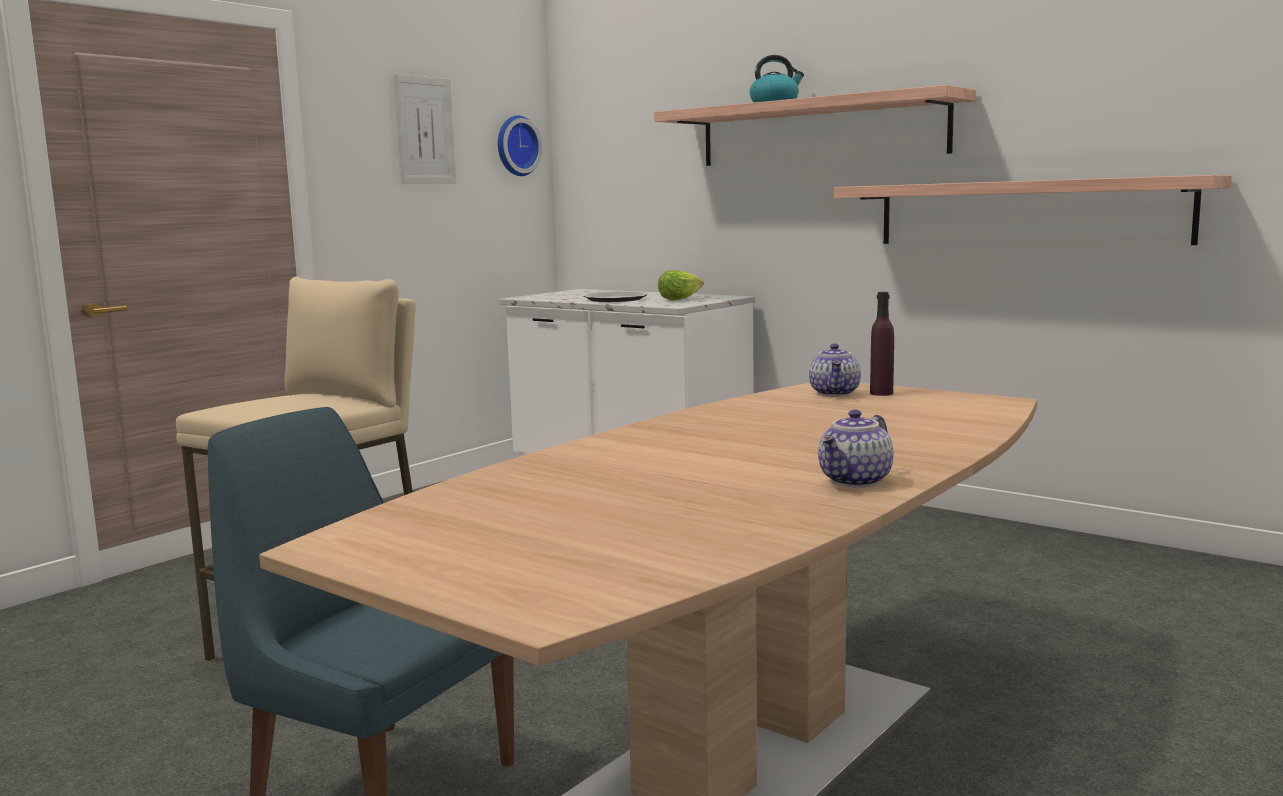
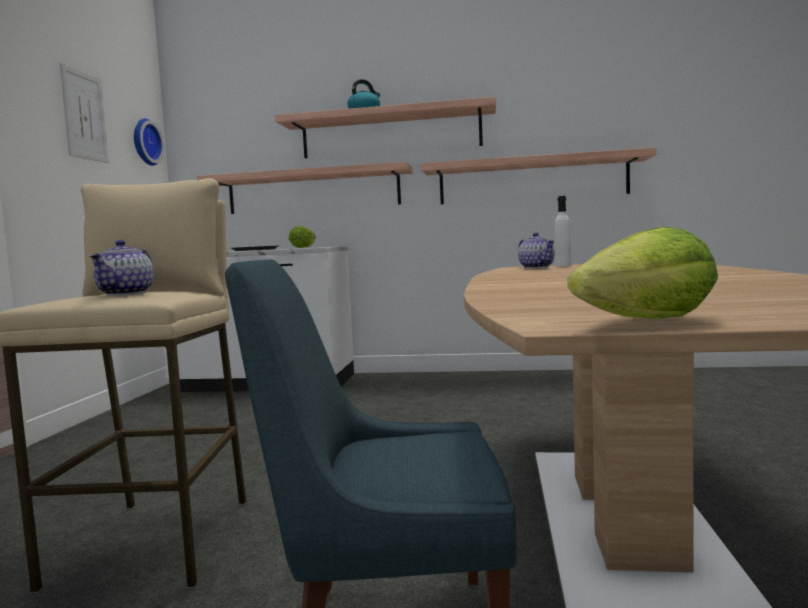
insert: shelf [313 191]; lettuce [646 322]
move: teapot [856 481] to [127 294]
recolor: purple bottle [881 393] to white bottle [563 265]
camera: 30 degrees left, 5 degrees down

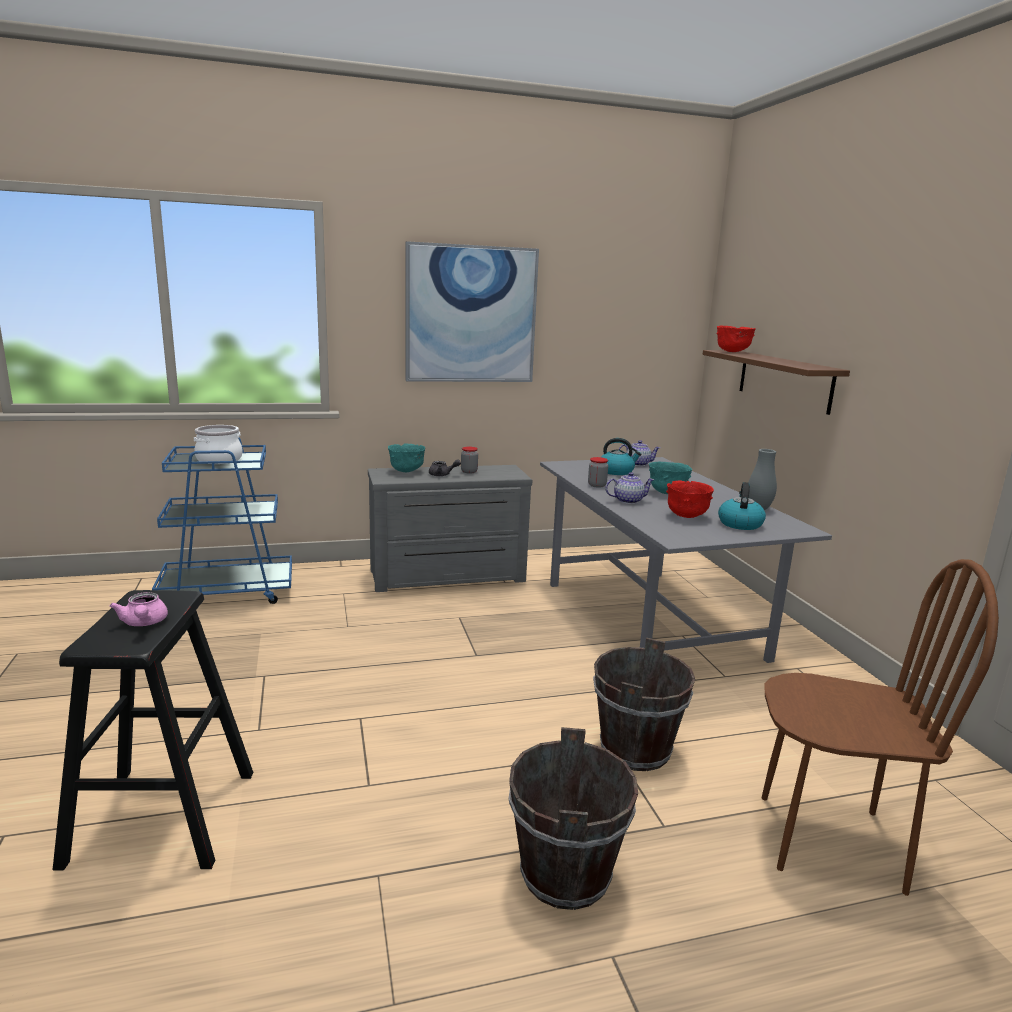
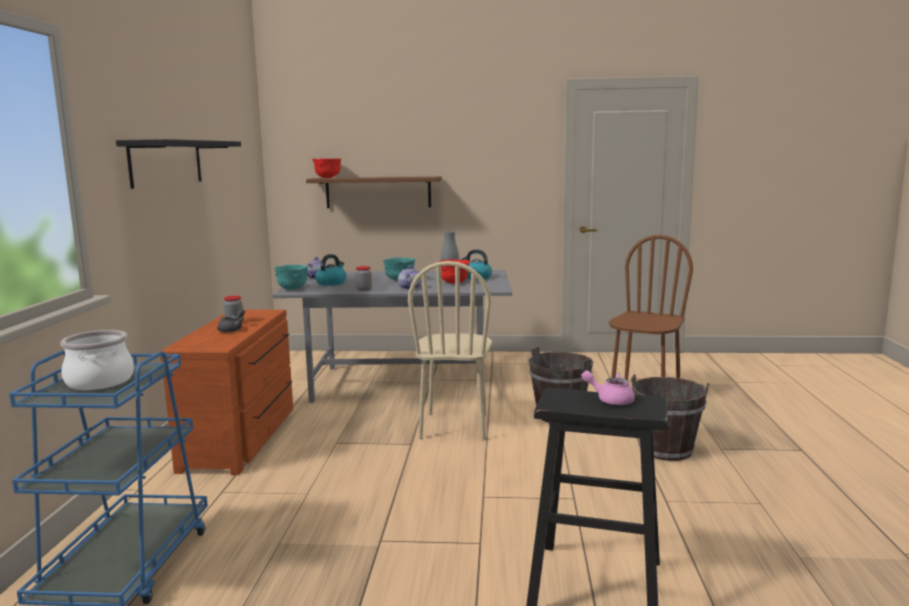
insert: beige chair [454 426]
move: turquoise bowl [406 471] to [292 289]
replace: picture [471 315] to black shelf [166 163]
recolor: grey dresser [448 577] to brown dresser [243 438]
rotate: pink teapot [144 623] = [610 400] 150 degrees counterclockwise
camera: 70 degrees left, 5 degrees down

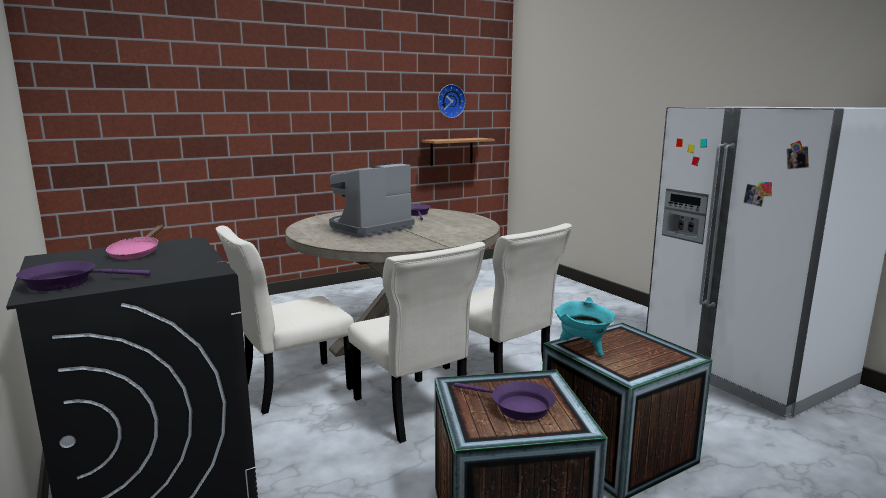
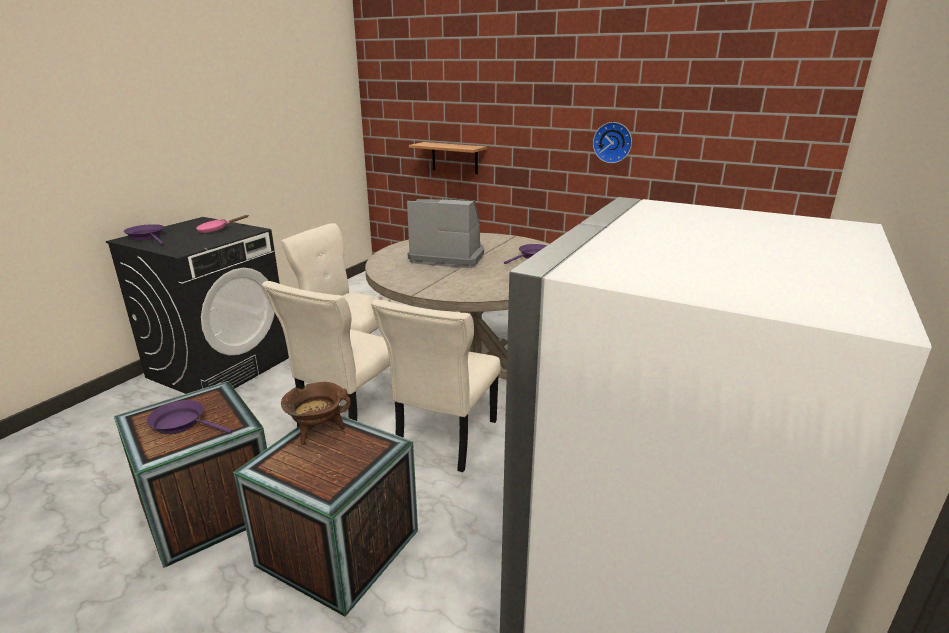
move: shelf [451 151] to [454 158]; wall clock [450 101] to [613 142]
recolor: turquoise cooking pot [583 348] to brown cooking pot [318 431]
rotate: purple frying pan [517 407] = [182 423] 105 degrees clockwise
camera: 60 degrees right, 10 degrees up

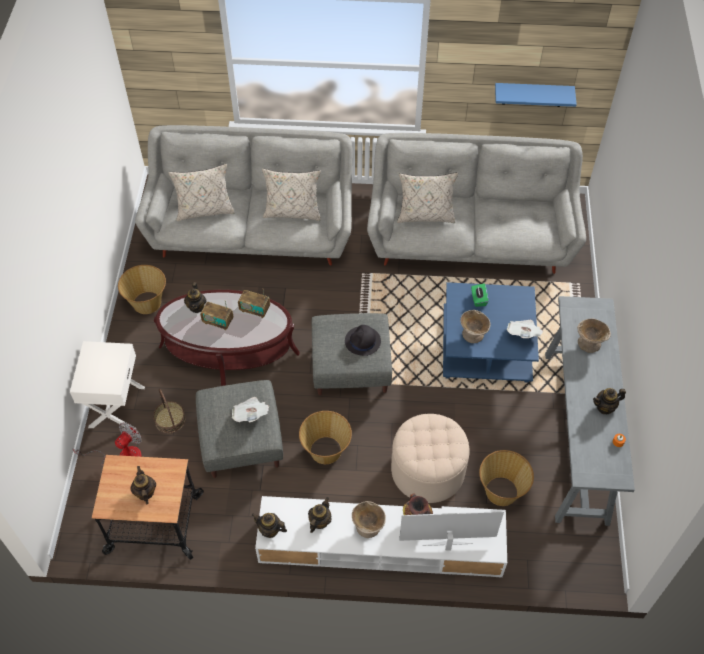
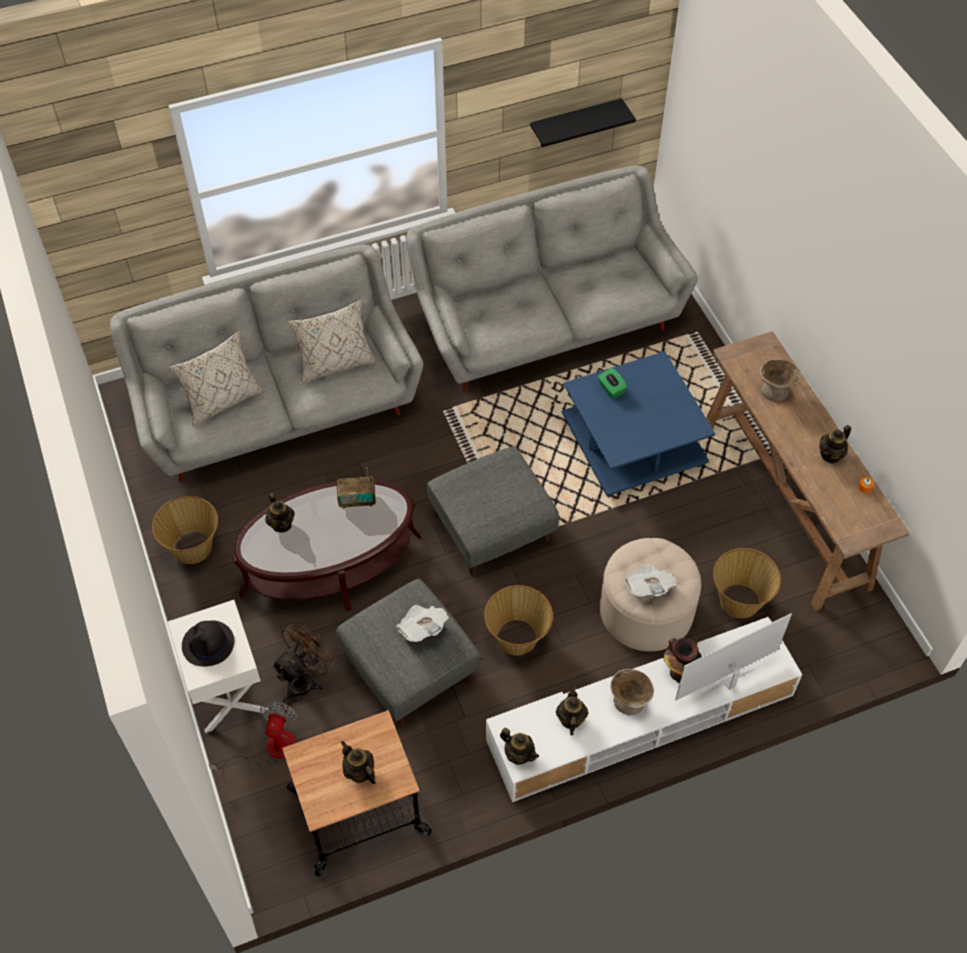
delete: radio [218 322]; beige pillow [425 215]; beige bowl [472 334]
move: black hat [362 341] to [208 644]; newspaper [523 334] to [648 587]
replace: basket [170 419] to brown fan [306 679]
recolor: blue shelf [532 94] to black shelf [575 123]; grey console table [575 435] to brown console table [785 505]
rotate: teapot [270 530] = [519 754] 135 degrees counterclockwise
camera: 25 degrees left, 0 degrees up

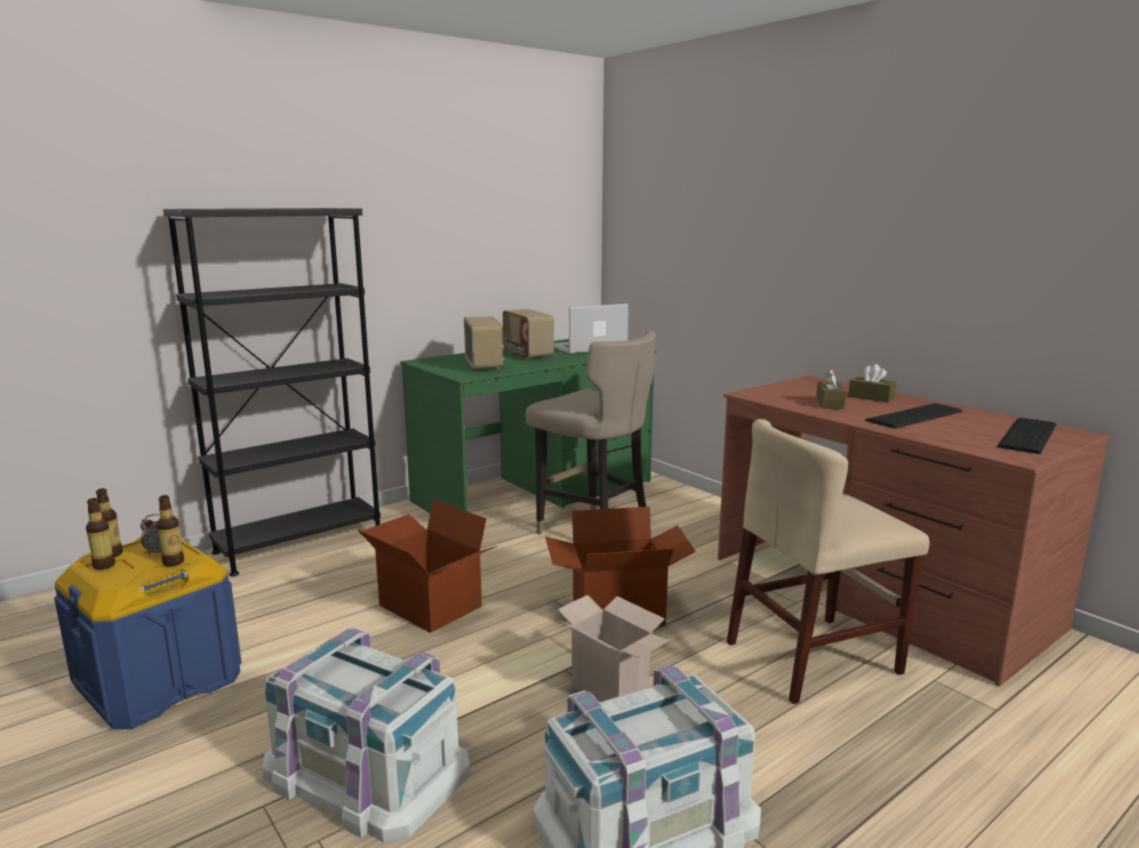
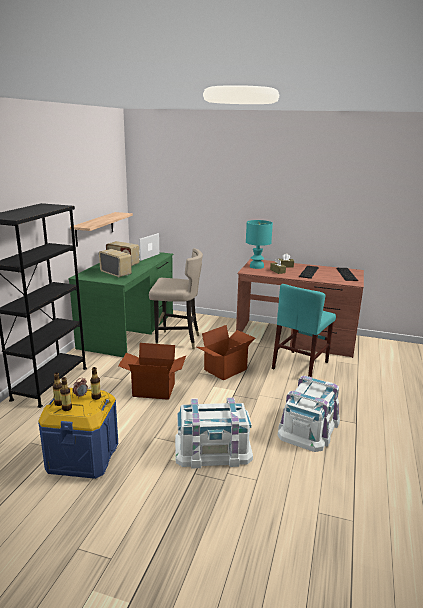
delete: cardboard box [613 690]
insert: shelf [94 228]; turquoise table lamp [257 266]
recolor: beige chair [813 657] to turquoise chair [300 365]
camera: 35 degrees left, 5 degrees up

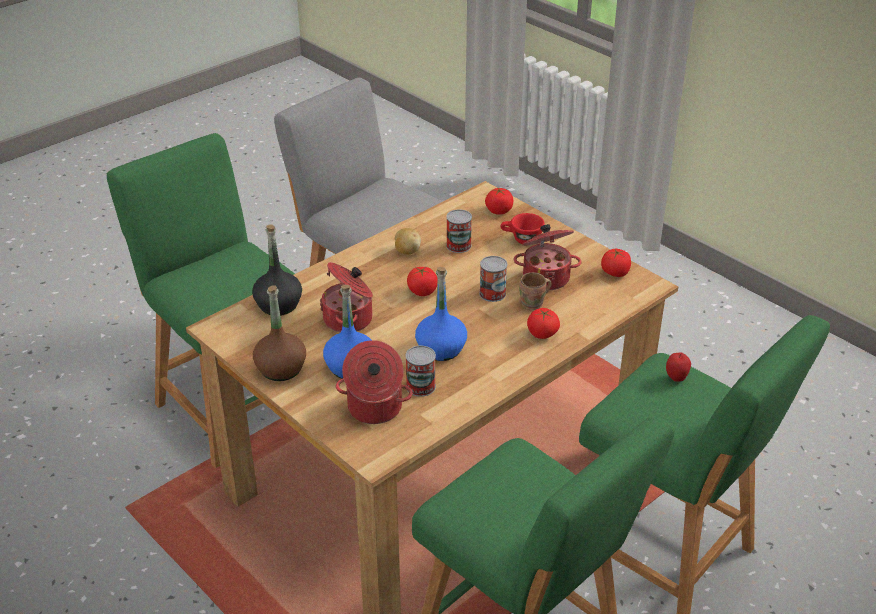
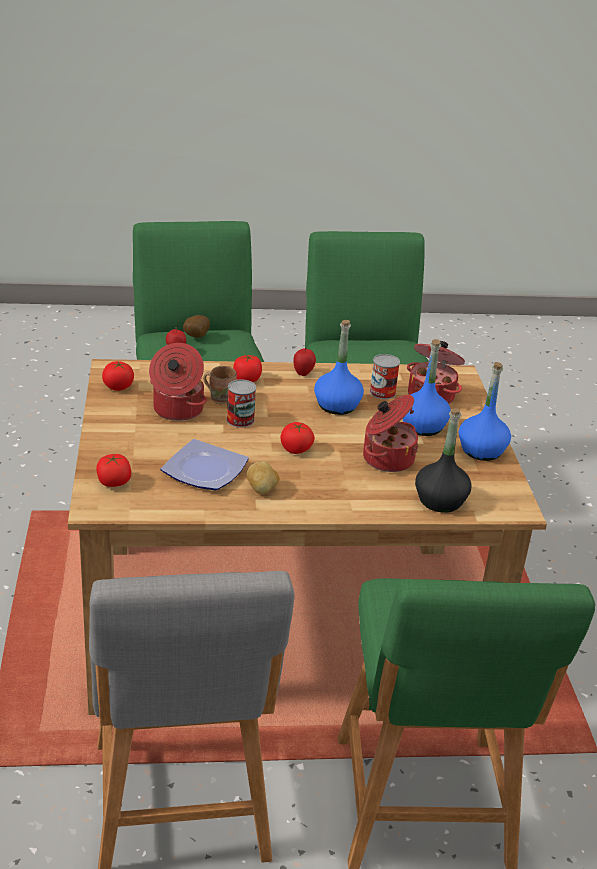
delete: red cup [521 239]
insert: potato [195 337]; apple [303 373]
replace: can [458 245] to plate [206 470]
recolor: brown bottle [281 369] to blue bottle [482 450]
camera: 145 degrees left, 5 degrees down

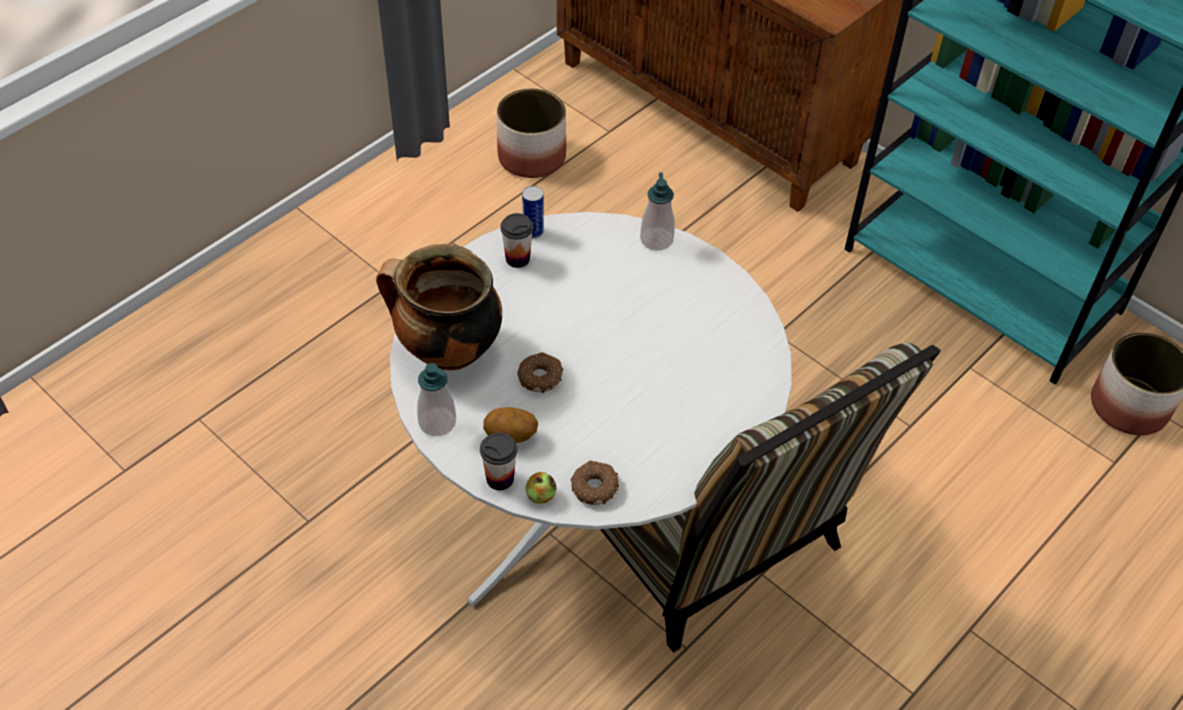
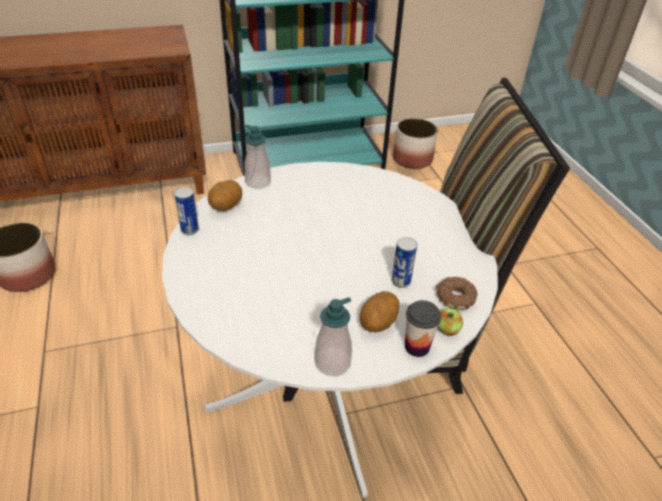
delete: cooking pot [447 351]; cup [517 258]; donut [540 376]
insert: potato [226 206]; can [401 281]
camera: 60 degrees left, 10 degrees down

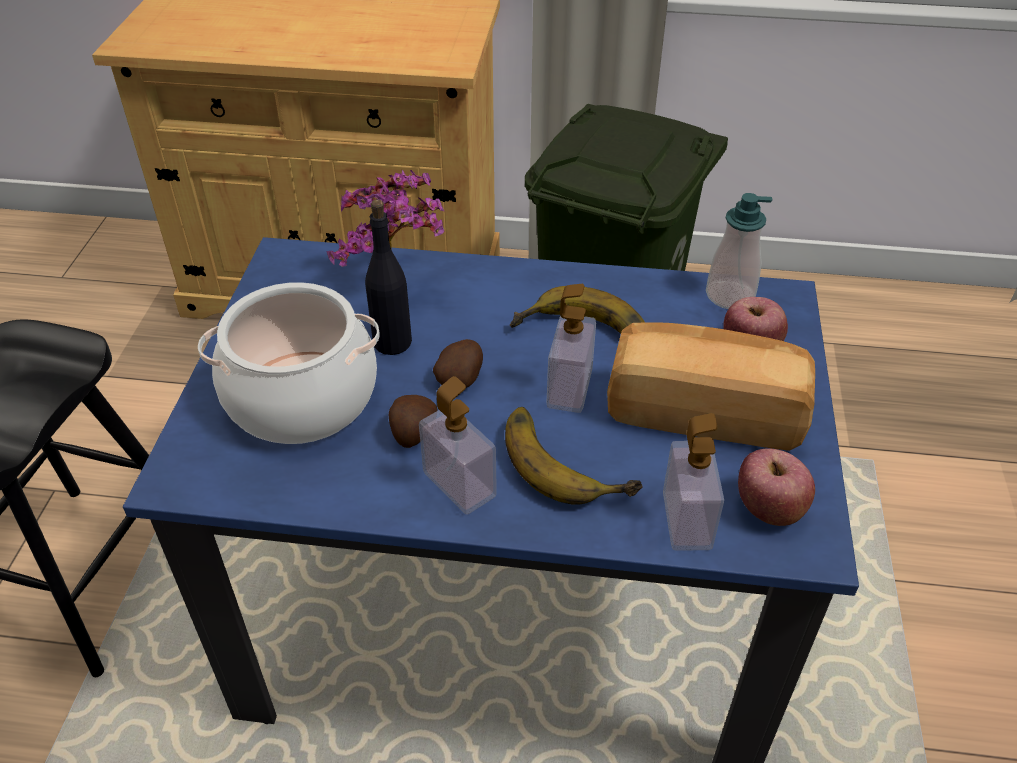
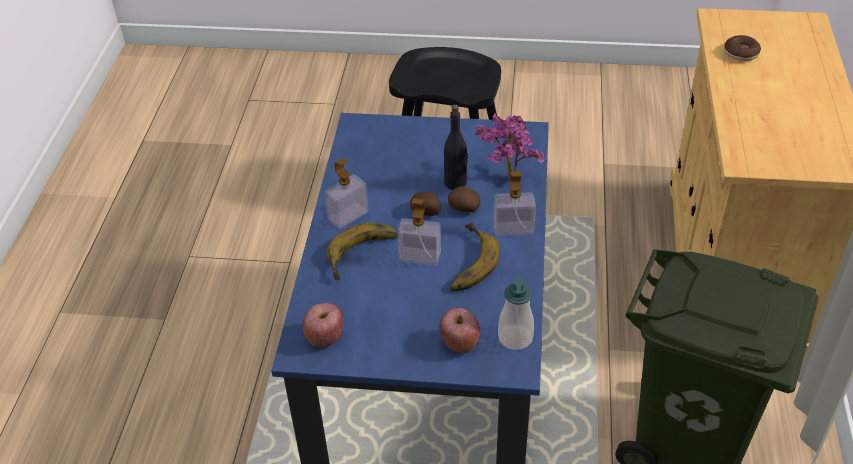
delete: cooking pot [301 398]; bread [704 411]
insert: donut [741 53]
move: potato [412 434] to [463 208]; soap dispenser [686 520] to [513 229]
camera: 90 degrees right, 0 degrees up

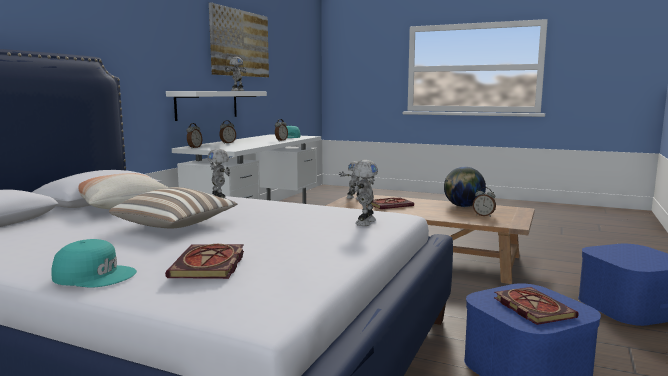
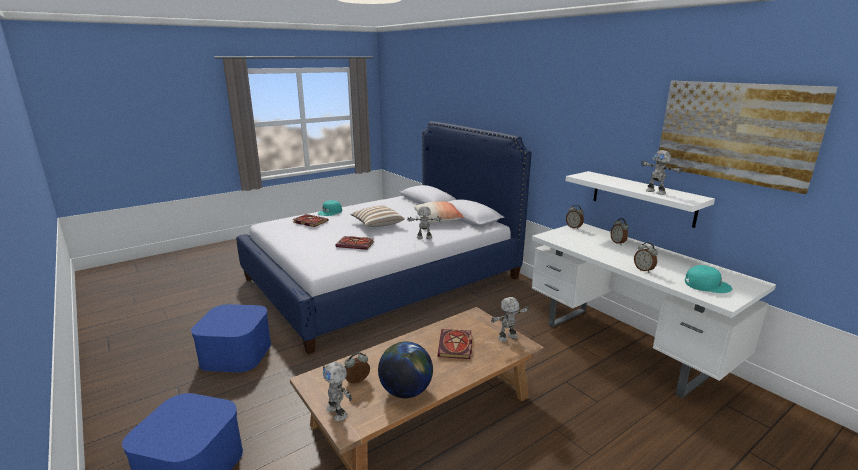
move: toy robot [364 222] to [338 412]; book [531 307] to [356 244]
camera: 120 degrees right, 10 degrees up

